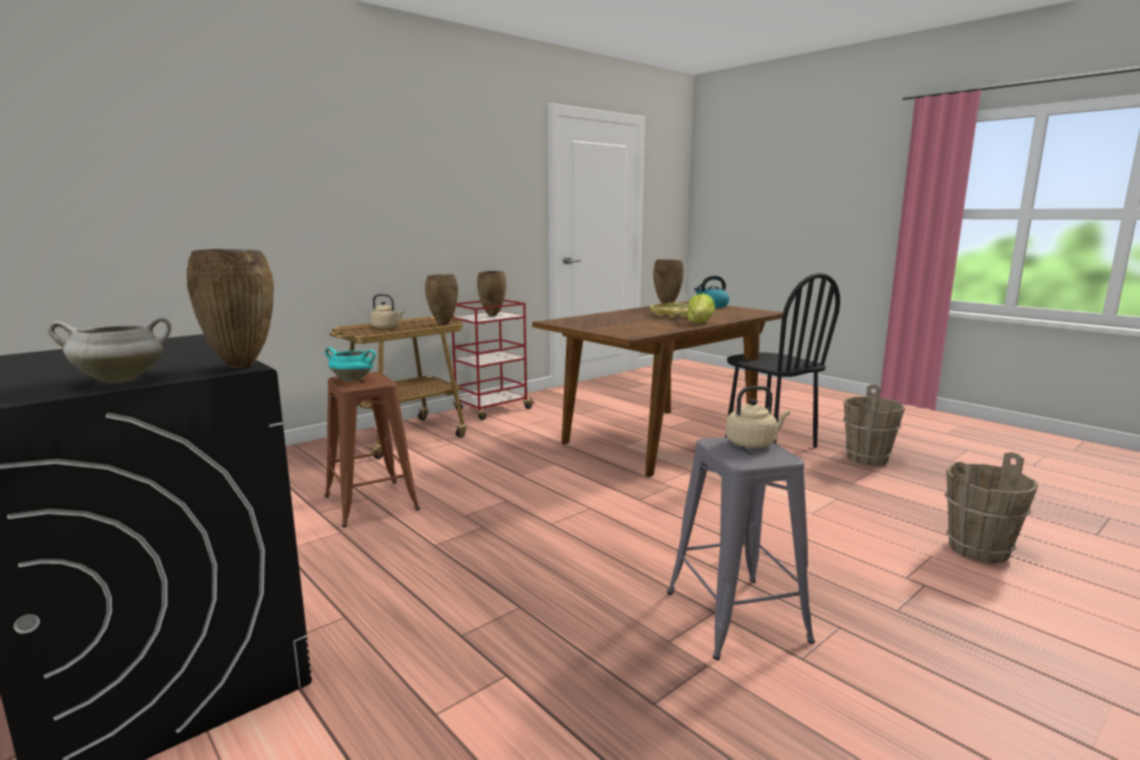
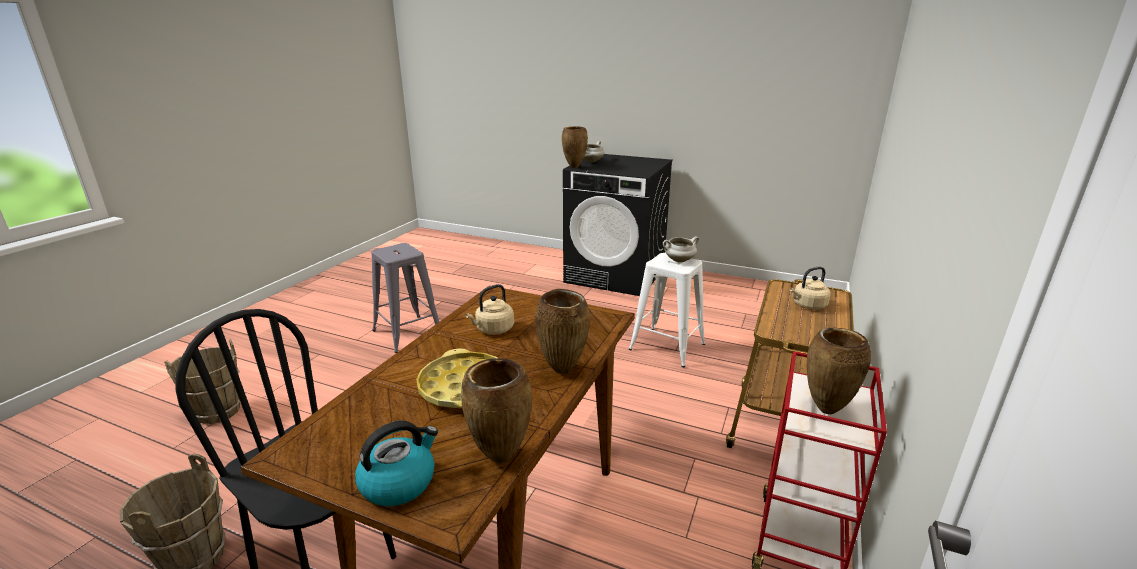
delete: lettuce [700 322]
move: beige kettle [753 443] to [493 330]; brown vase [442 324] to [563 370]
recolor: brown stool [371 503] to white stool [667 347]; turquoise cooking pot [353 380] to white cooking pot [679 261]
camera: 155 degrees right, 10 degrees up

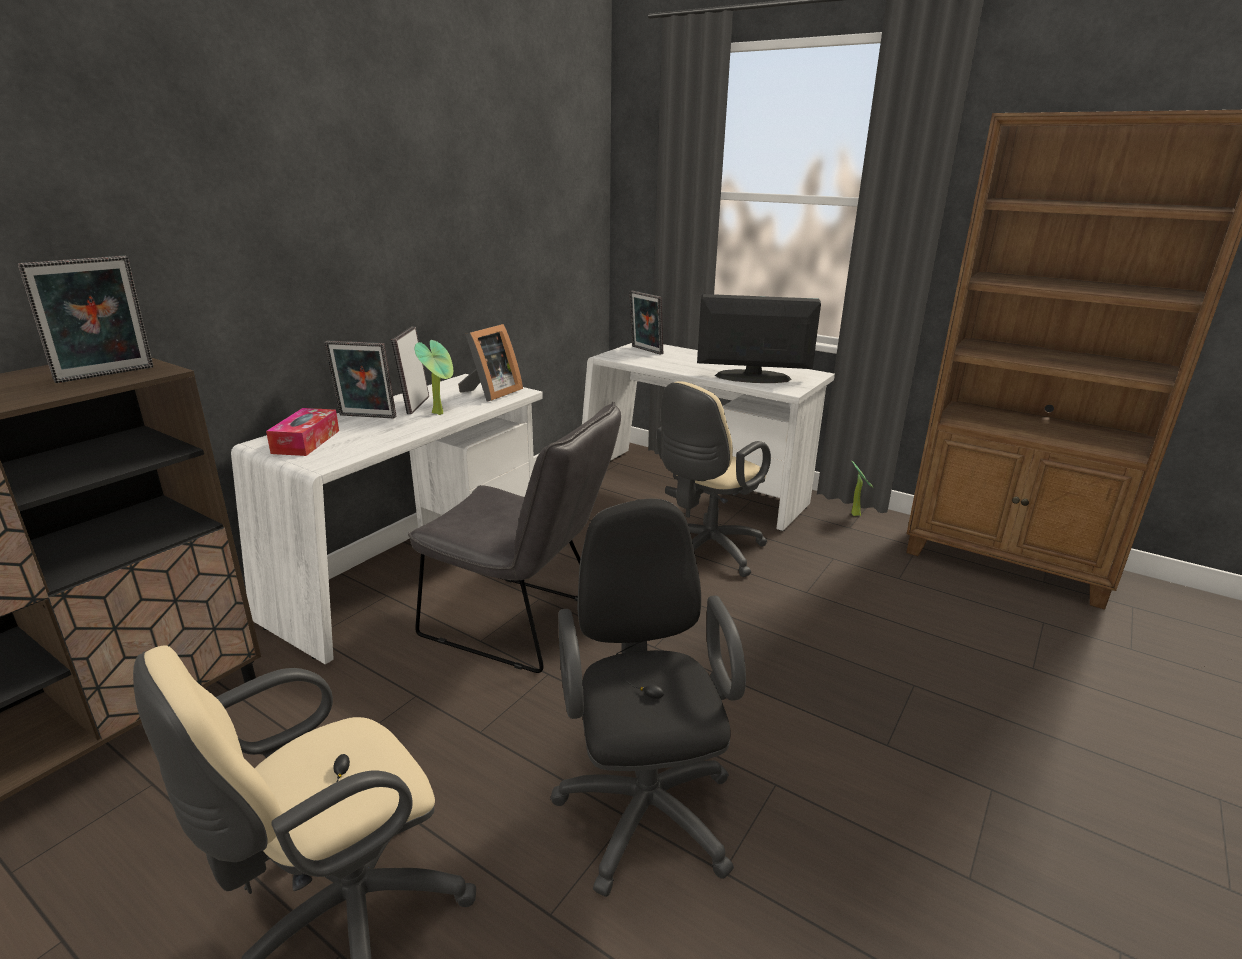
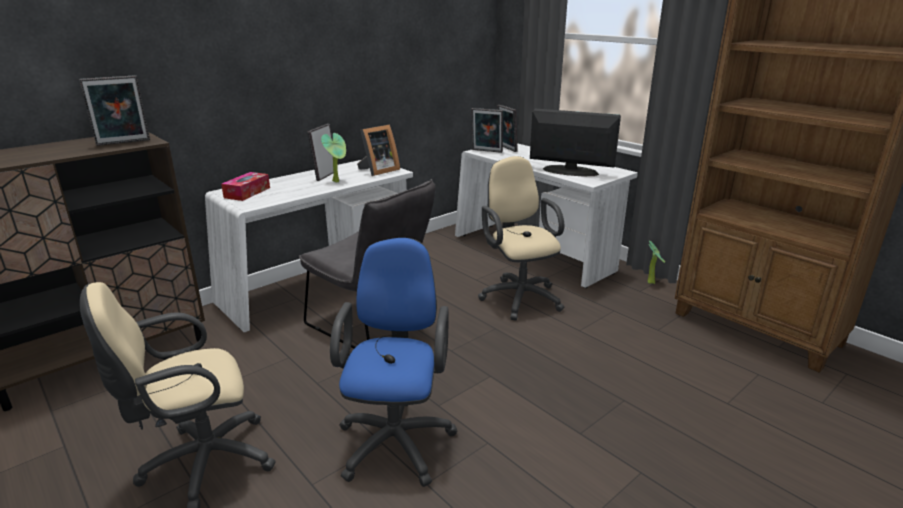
move: picture frame [366 417] to [486 151]
recolor: black office chair [644 803] to blue office chair [397 438]
rotate: beige office chair [705 553] = [519 296] 105 degrees clockwise
camera: 15 degrees right, 0 degrees up

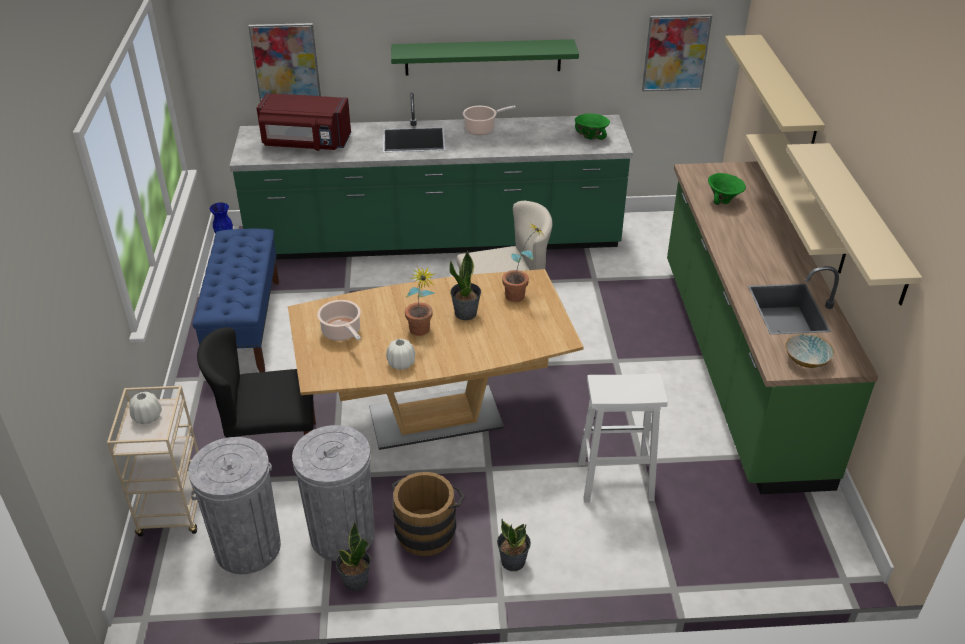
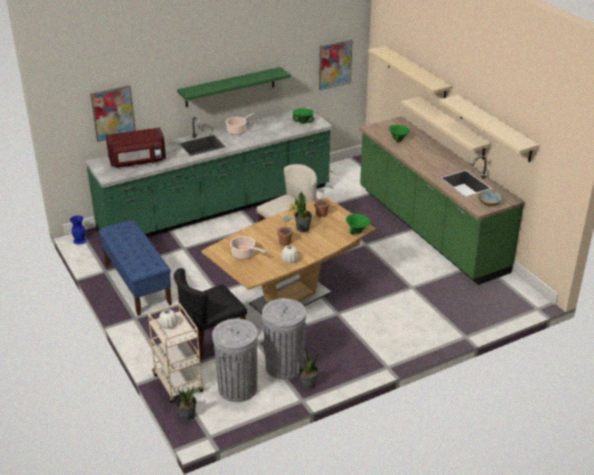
delete: brown bucket [428 528]; white stool [614 481]
insert: green bowl [357 231]
move: potted plant [513 561] to [187 415]
camera: 25 degrees left, 5 degrees down

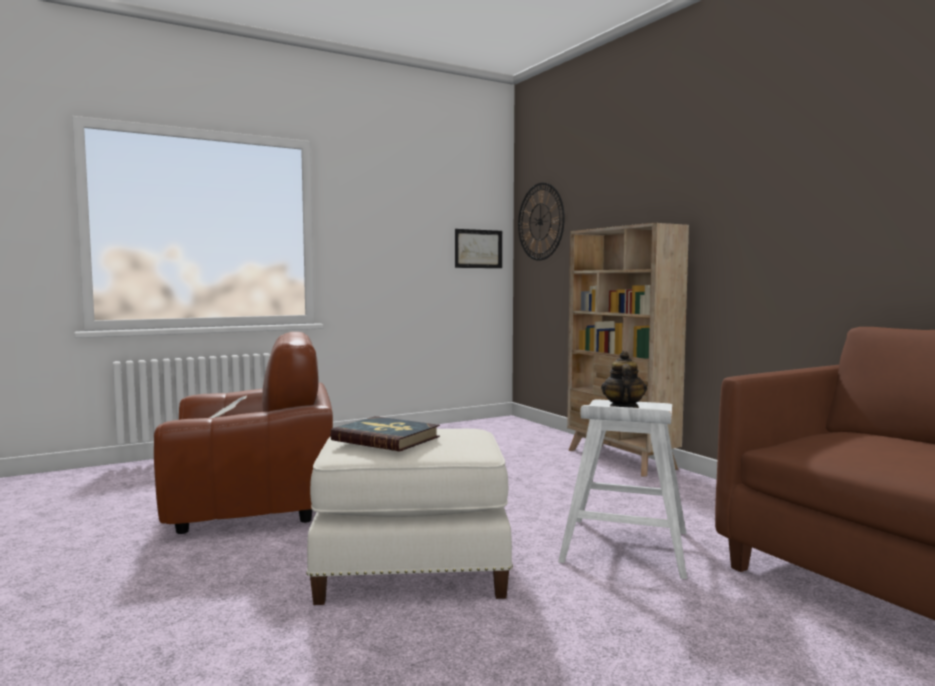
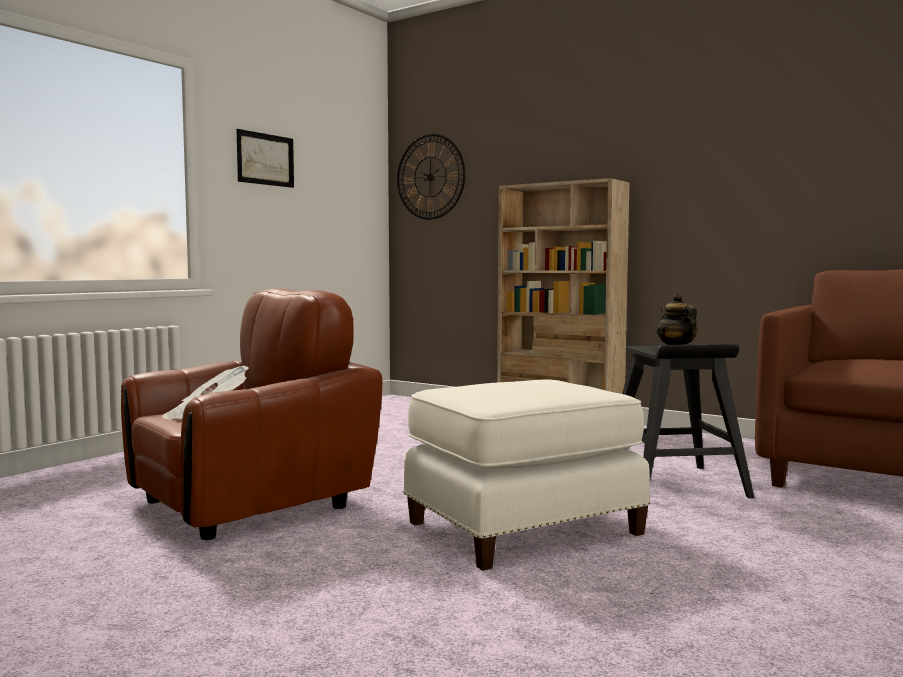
delete: book [386 438]
move: picture [478 249] to [265 159]
recolor: white stool [625 547] to black stool [673 484]
camera: 25 degrees left, 0 degrees up

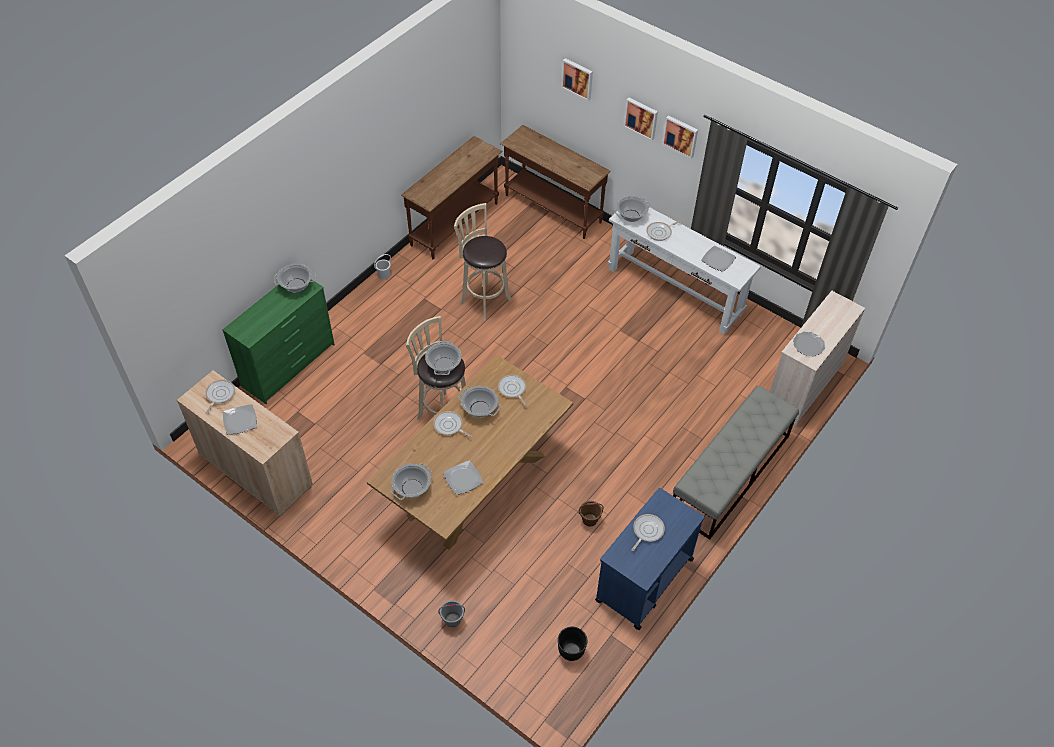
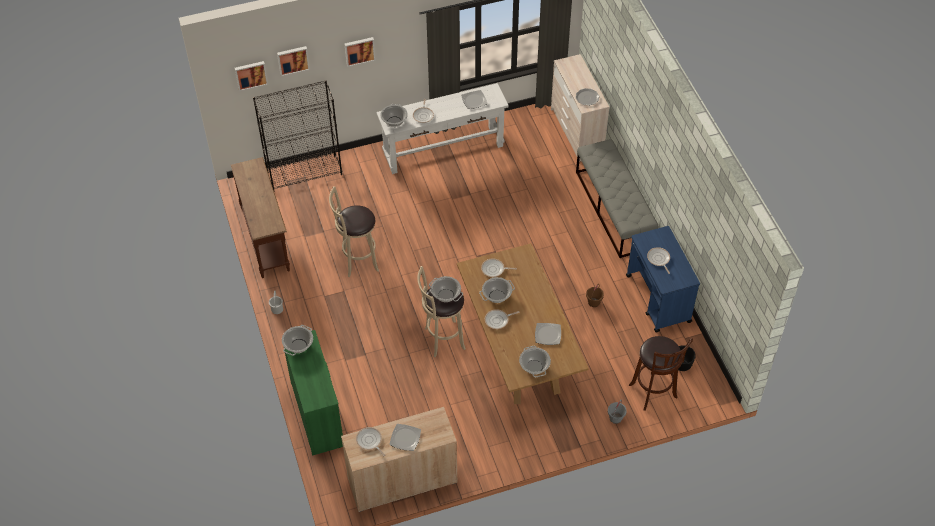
insert: brown stool [654 393]
move: picture [681 136] to [251 75]
replace: brown console table [552 209] to black bookcase [305 173]
camera: 55 degrees left, 0 degrees up

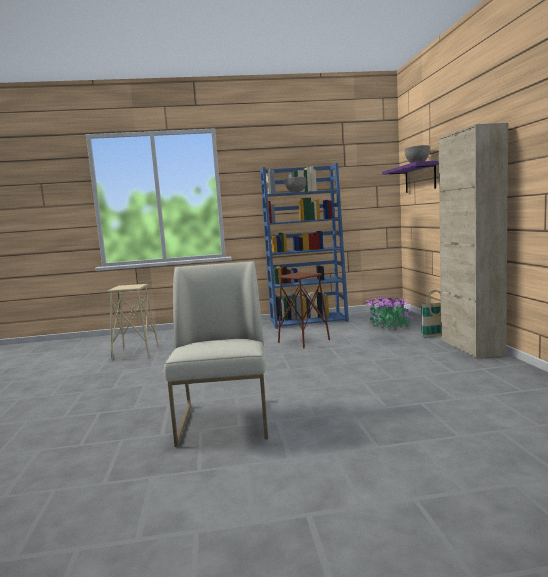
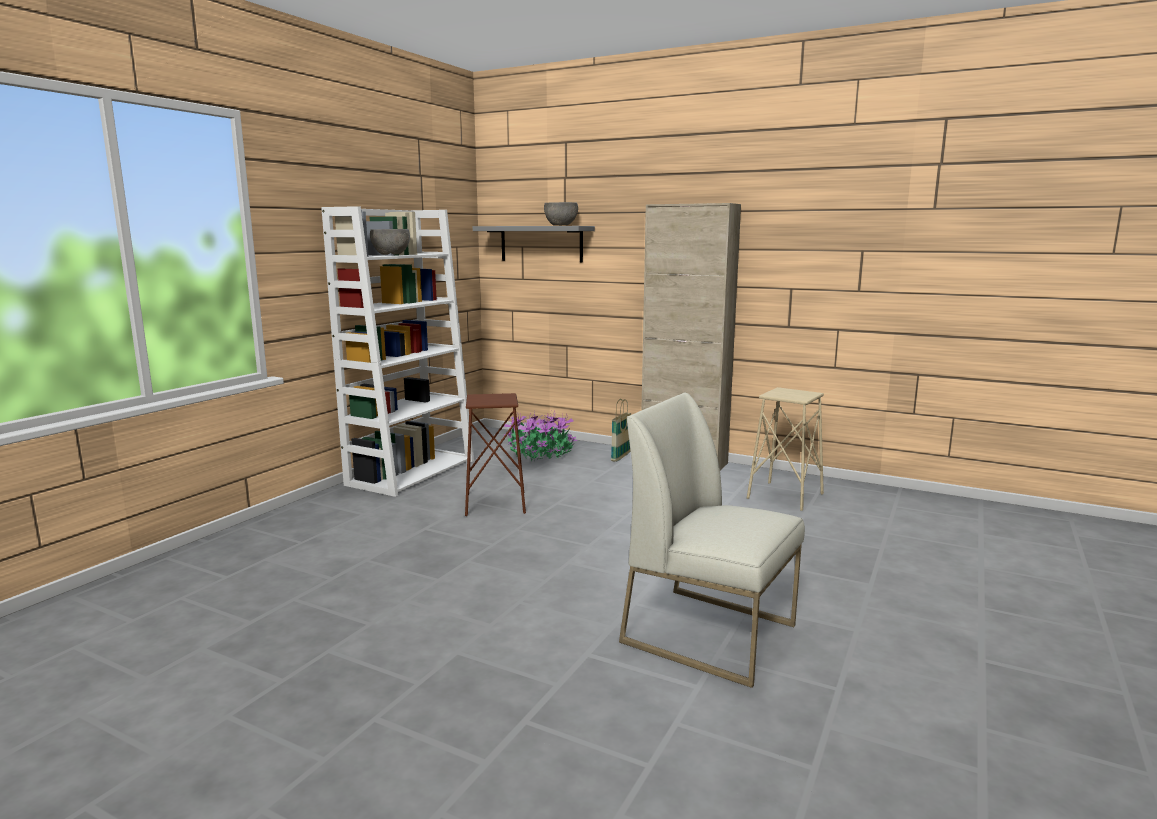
move: beige stool [136 353] to [785 496]
recolor: blue bookcase [309 320] to white bookcase [412 472]; purple shelf [420 178] to grey shelf [541 243]
camera: 55 degrees left, 5 degrees up

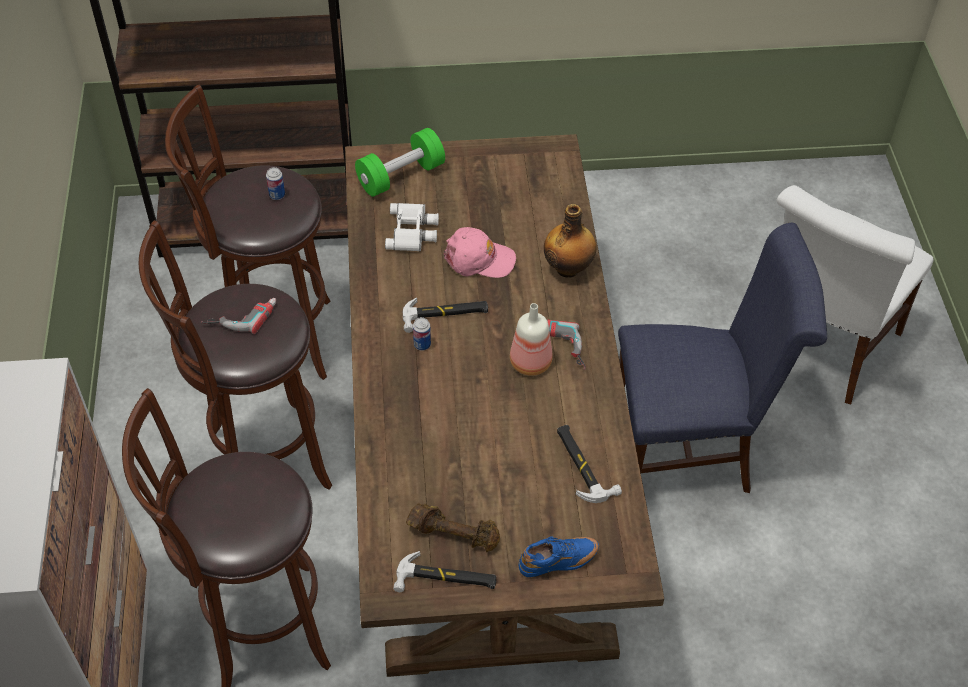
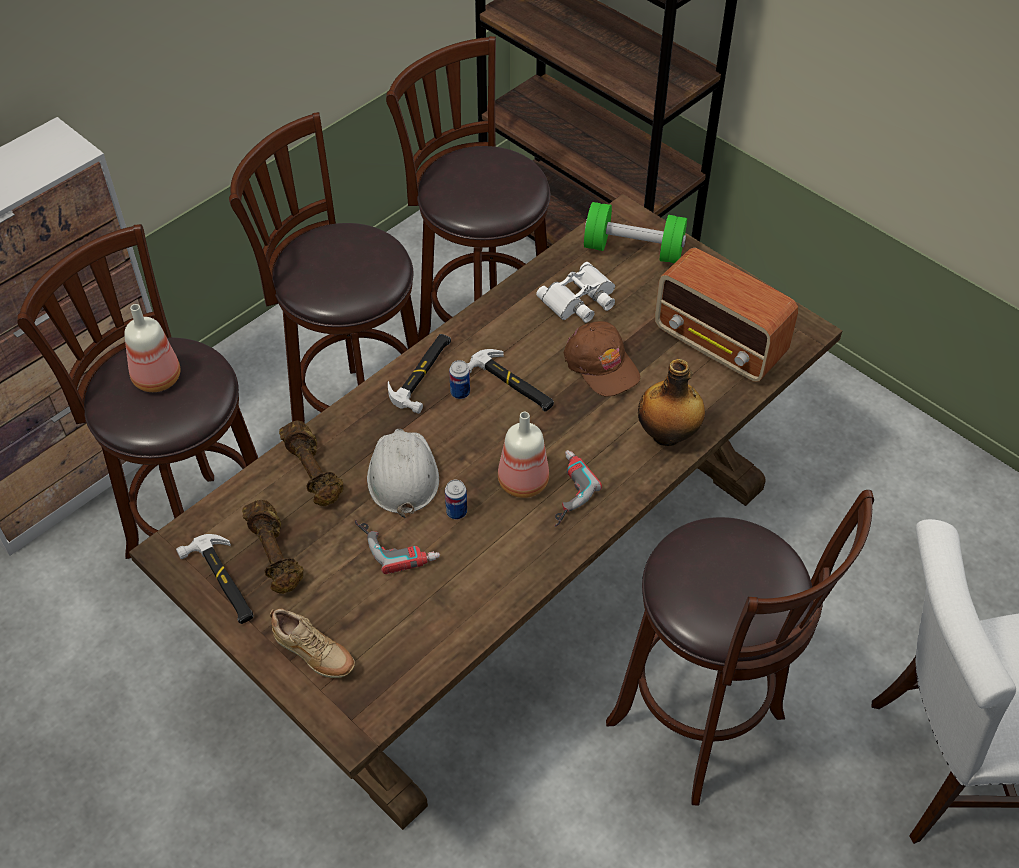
insert: bottle [157 379]; brown dumbbell [314 472]; white hard hat [402 475]; radio [720 344]
move: power drill [241 315] to [398 543]; hammer [582 465] to [423 374]; can [277 195] to [456 512]
replace: blue chair [692 444] to brown stool [703 726]
recolor: blue shoe [558 562] to beige shoe [314 655]; pink cap [479 259] to brown cap [601 364]
camera: 50 degrees right, 0 degrees up

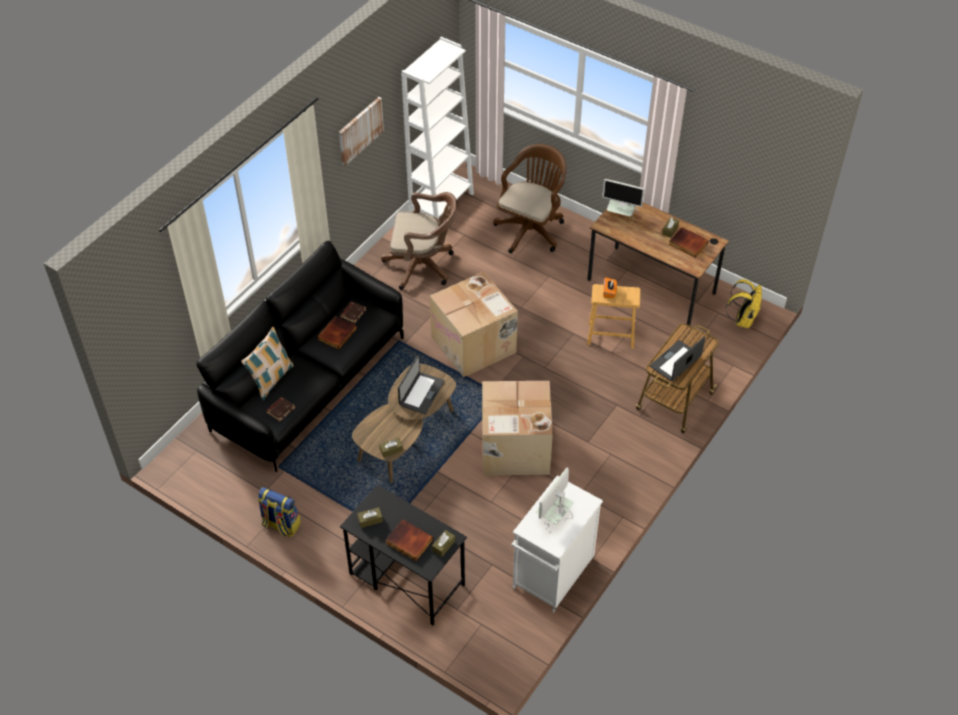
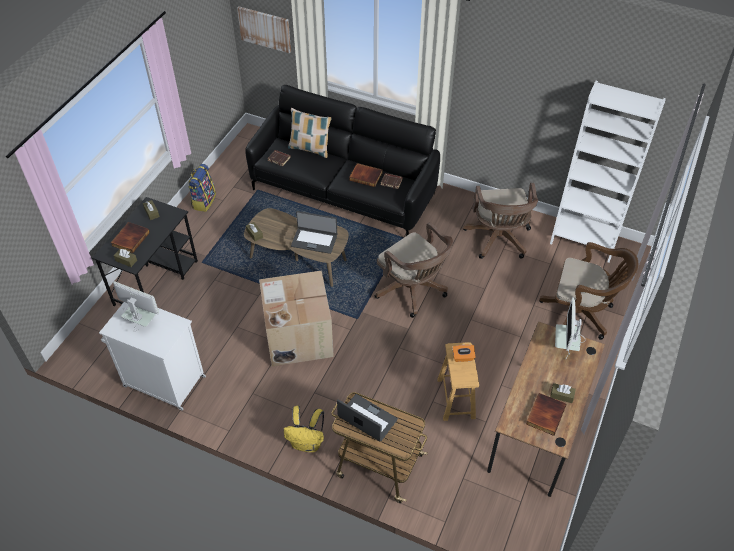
move: picture [360 130] to [265 29]; yellow backpack [742 319] to [307 443]
replace: cardboard box [475 345] to brown office chair [413 291]
camera: 80 degrees right, 0 degrees up

